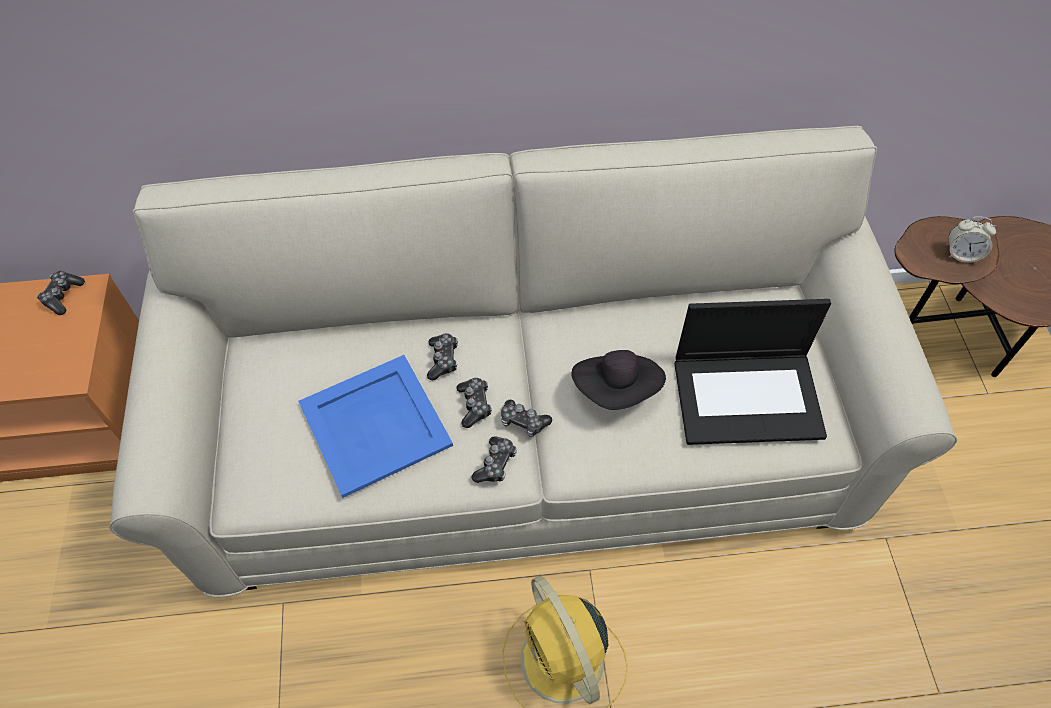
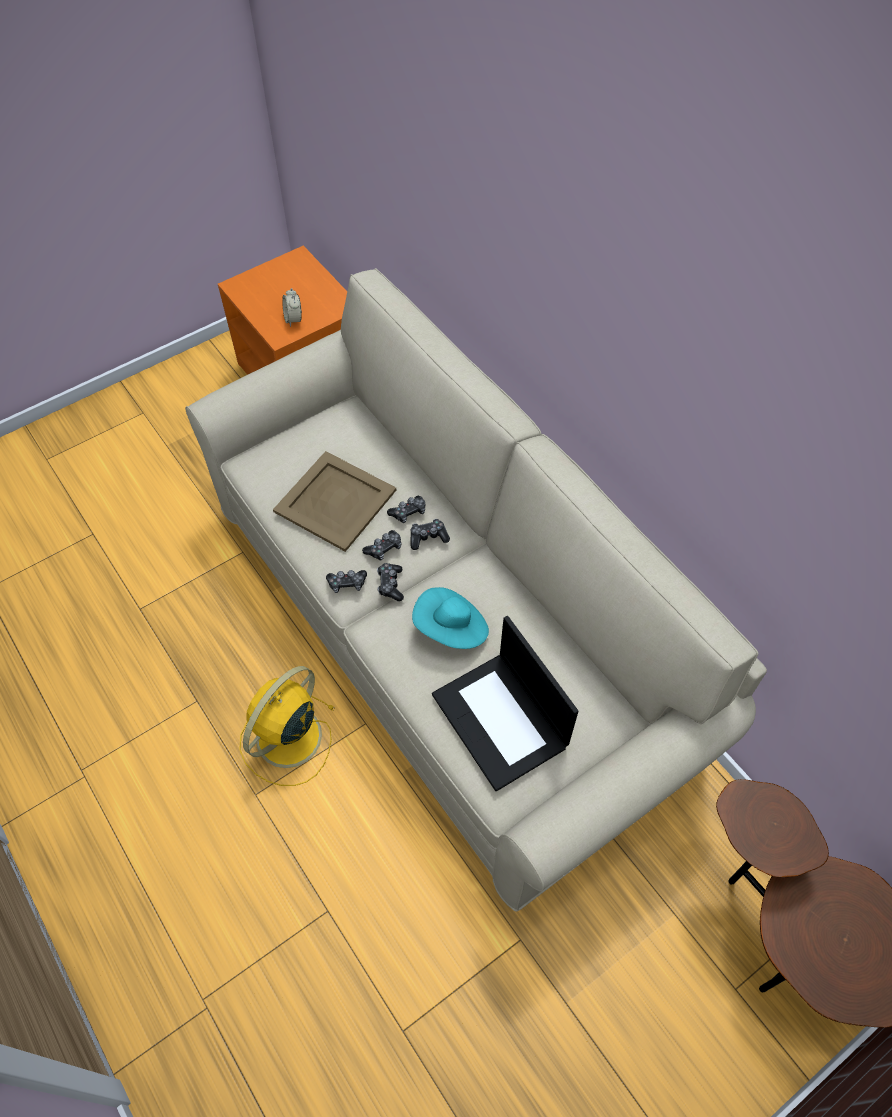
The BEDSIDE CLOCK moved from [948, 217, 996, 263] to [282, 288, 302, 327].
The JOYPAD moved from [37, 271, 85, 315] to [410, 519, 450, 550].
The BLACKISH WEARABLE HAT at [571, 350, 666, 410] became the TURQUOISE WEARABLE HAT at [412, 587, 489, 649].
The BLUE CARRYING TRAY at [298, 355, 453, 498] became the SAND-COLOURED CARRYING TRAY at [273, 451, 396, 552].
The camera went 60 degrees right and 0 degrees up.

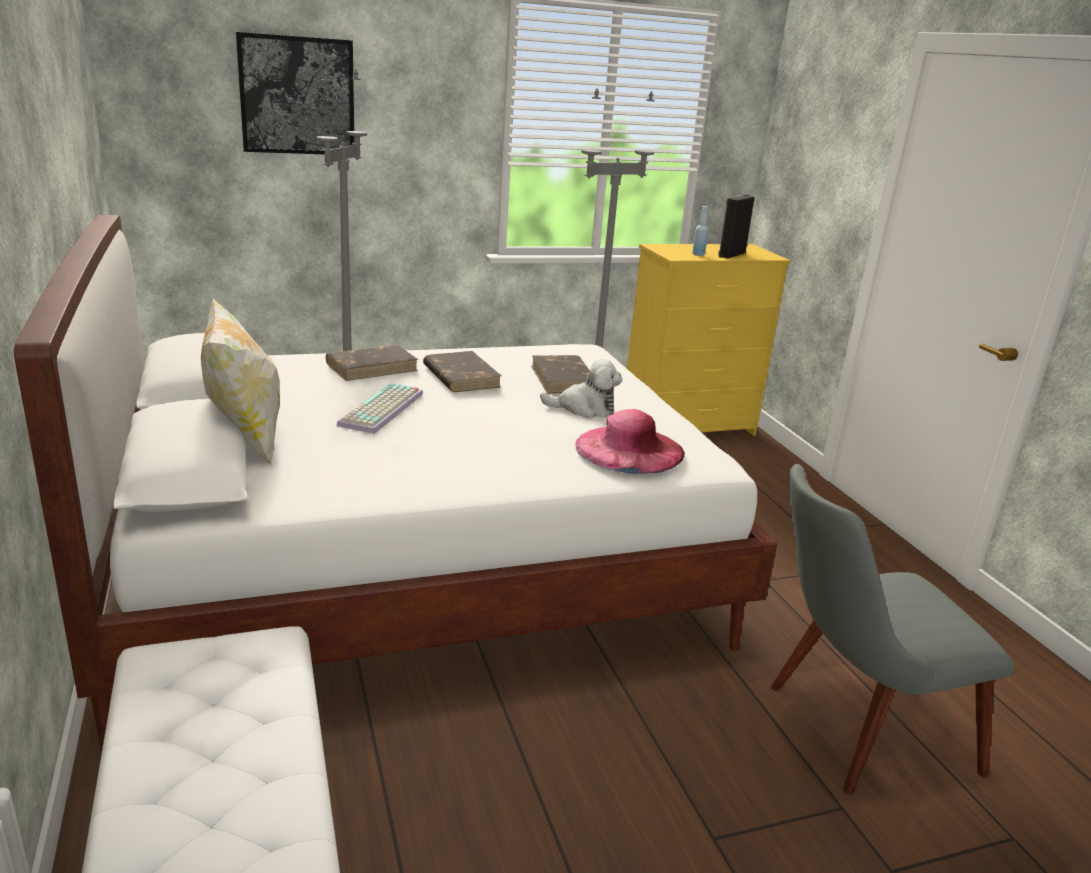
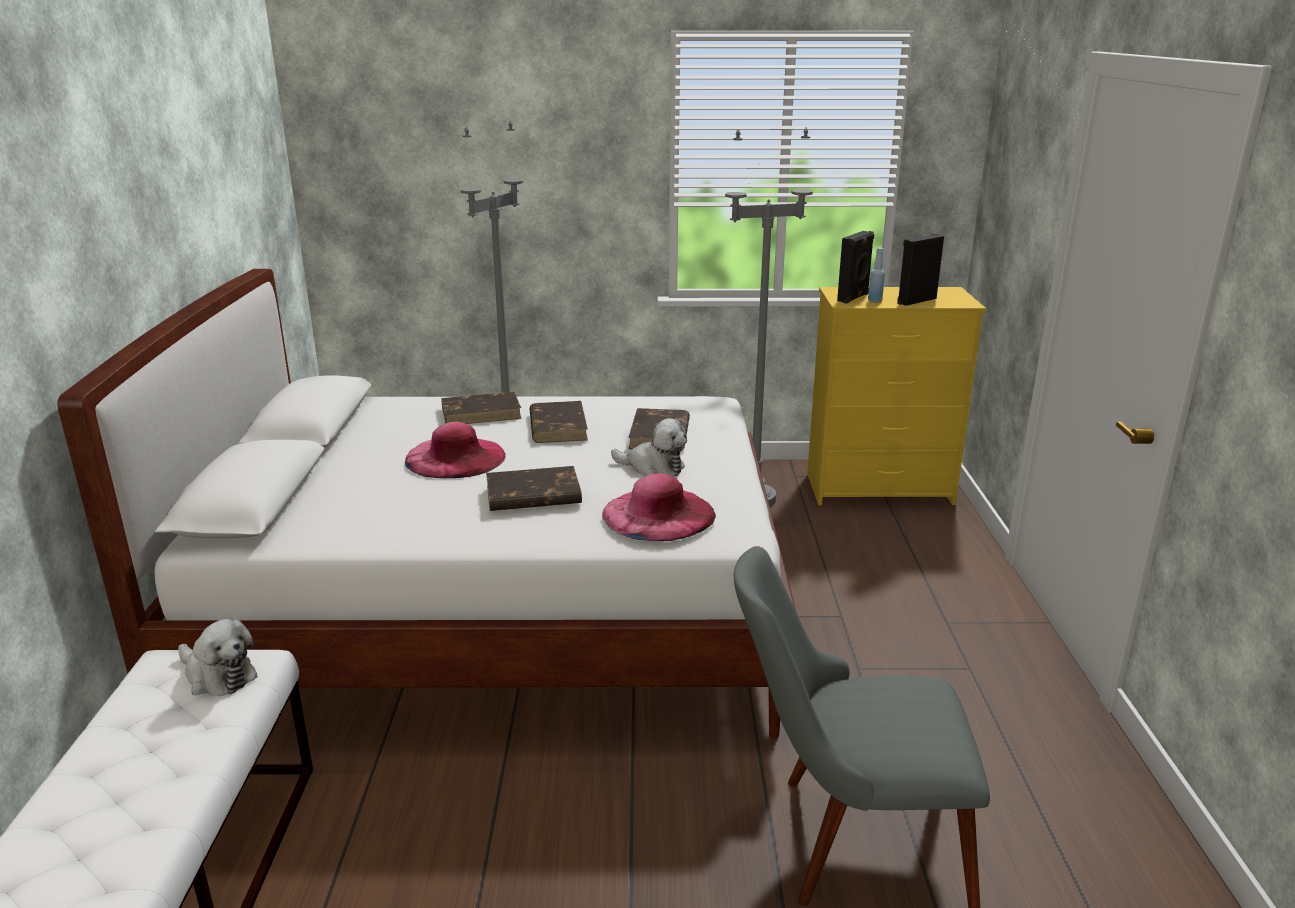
The WALL ART at [236, 32, 354, 154] disappeared.
The CUSHION at [201, 297, 280, 465] disappeared.
The KEYBOARD at [337, 383, 423, 434] was replaced by the PINKISH WEARABLE HAT at [405, 422, 506, 478].
The BLACKISH AUDIO SPEAKER at [837, 231, 874, 304] appeared.
The BROWNISH VOLUME at [486, 466, 582, 511] appeared.
The CUDDLY TOY at [178, 619, 258, 696] appeared.
The camera went 20 degrees right and 0 degrees up.

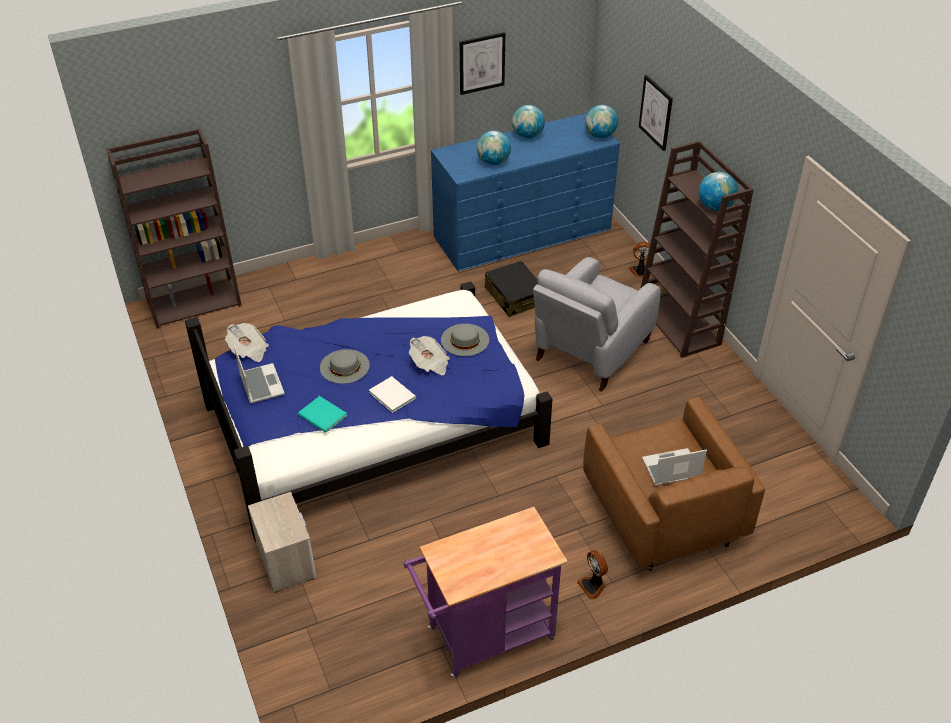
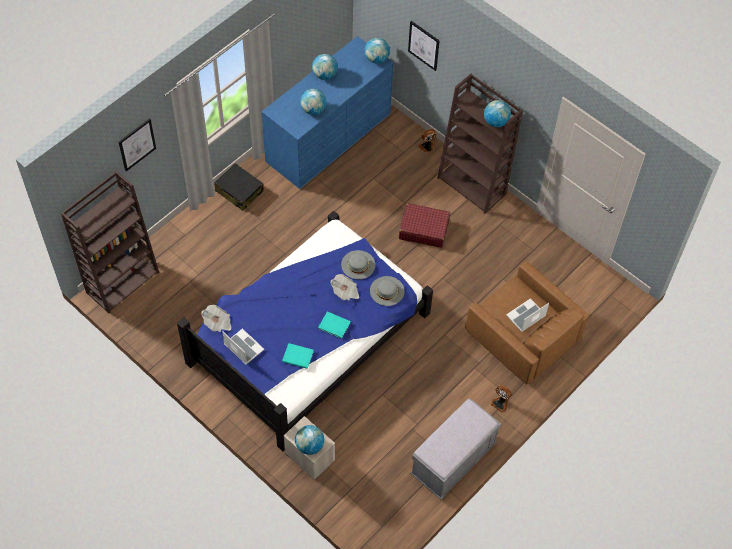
The WALL ART moved from [460, 32, 505, 95] to [119, 118, 156, 171].
The GREY EASY CHAIR at [533, 257, 661, 392] was replaced by the REDDISH PIECE OF LUGGAGE at [399, 204, 450, 248].
The BLACKISH PIECE OF LUGGAGE moved from [485, 261, 538, 317] to [214, 163, 264, 211].
The GREY WEARABLE HAT moved from [320, 349, 370, 384] to [370, 276, 405, 306].
The WHITE VOLUME at [369, 376, 416, 413] became the TURQUOISE VOLUME at [318, 311, 351, 339].
The PURPLE-COLOURED CART at [404, 507, 568, 678] was replaced by the GREY BENCH at [410, 398, 501, 500].
The WORLD GLOBE at [295, 425, 324, 455] appeared.
The camera went 25 degrees left and 15 degrees up.

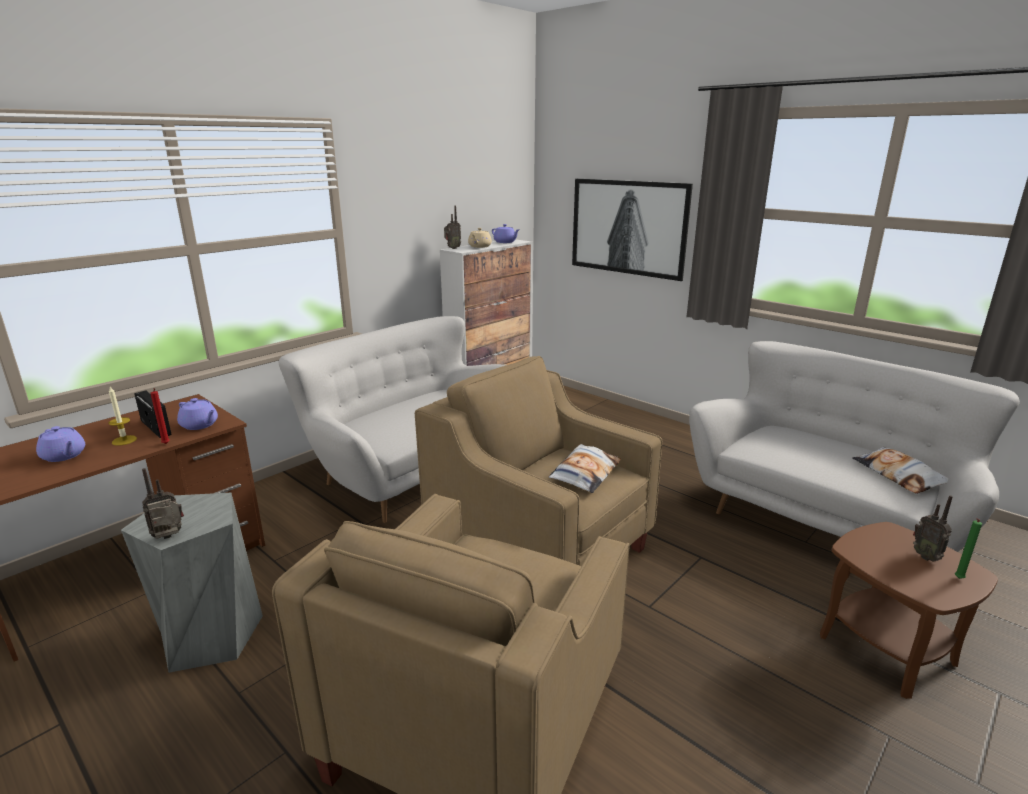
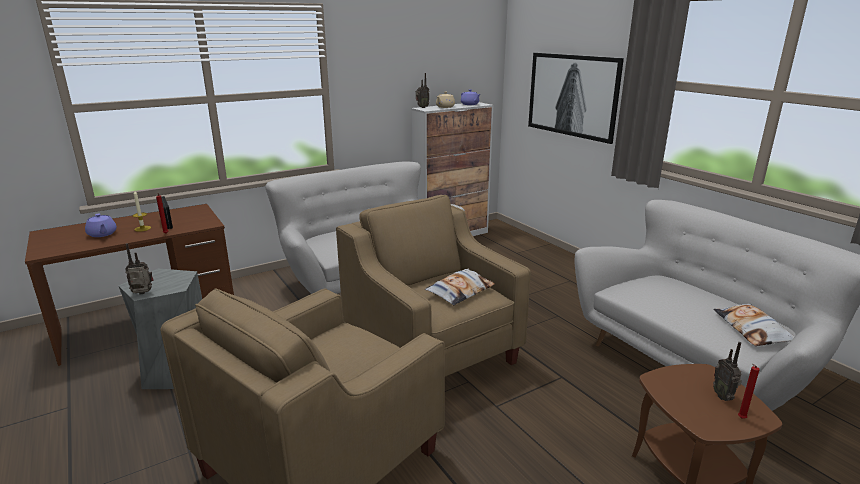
The PURPLE-COLOURED TEAPOT at [177, 398, 218, 430] disappeared.
The GREENISH WAX CANDLE at [955, 518, 982, 579] became the REDDISH WAX CANDLE at [738, 364, 759, 419].
The camera went 15 degrees right and 0 degrees up.

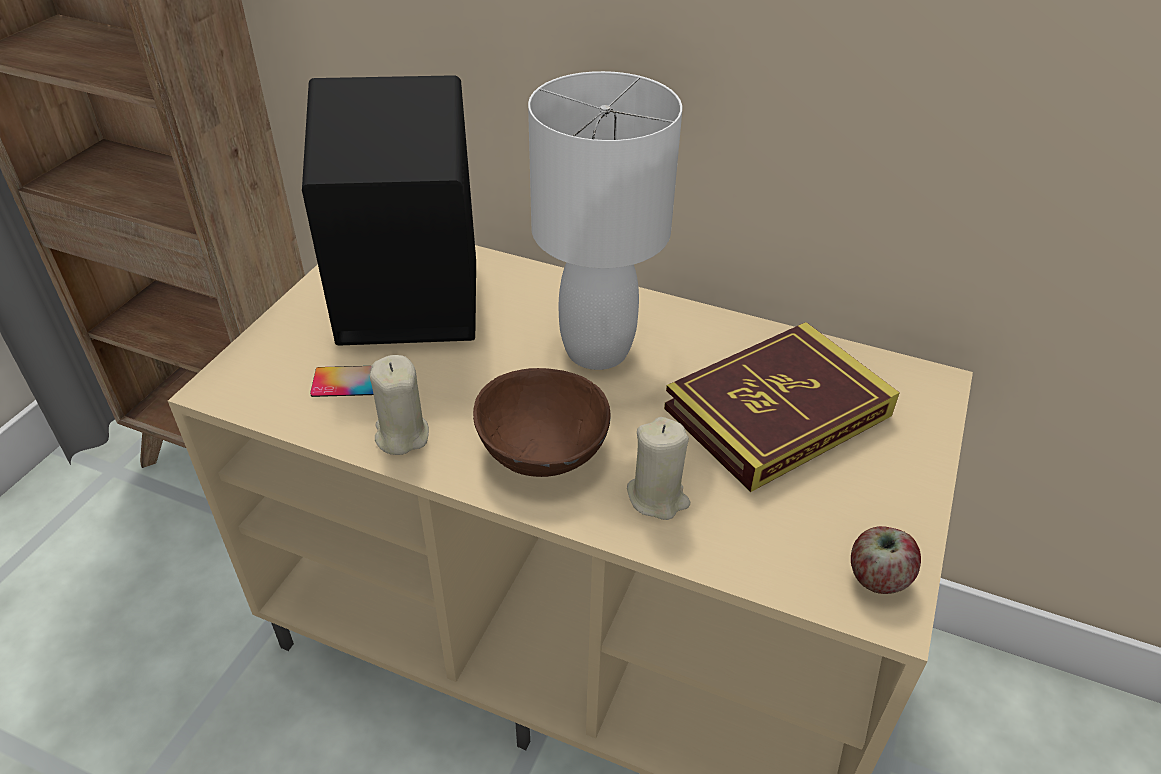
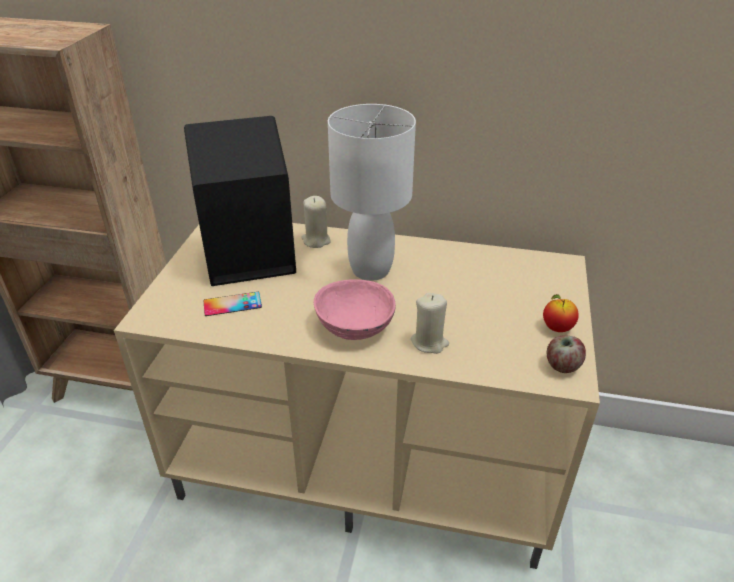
The VOLUME at [664, 322, 900, 492] disappeared.
The SAND-COLOURED WAX CANDLE moved from [370, 355, 429, 455] to [301, 196, 331, 248].
The BROWNISH SERVING BOWL at [473, 368, 611, 477] became the PINKISH SERVING BOWL at [314, 279, 396, 340].
The APPLE FRUIT at [543, 294, 579, 332] appeared.
The camera went 10 degrees left and 5 degrees down.

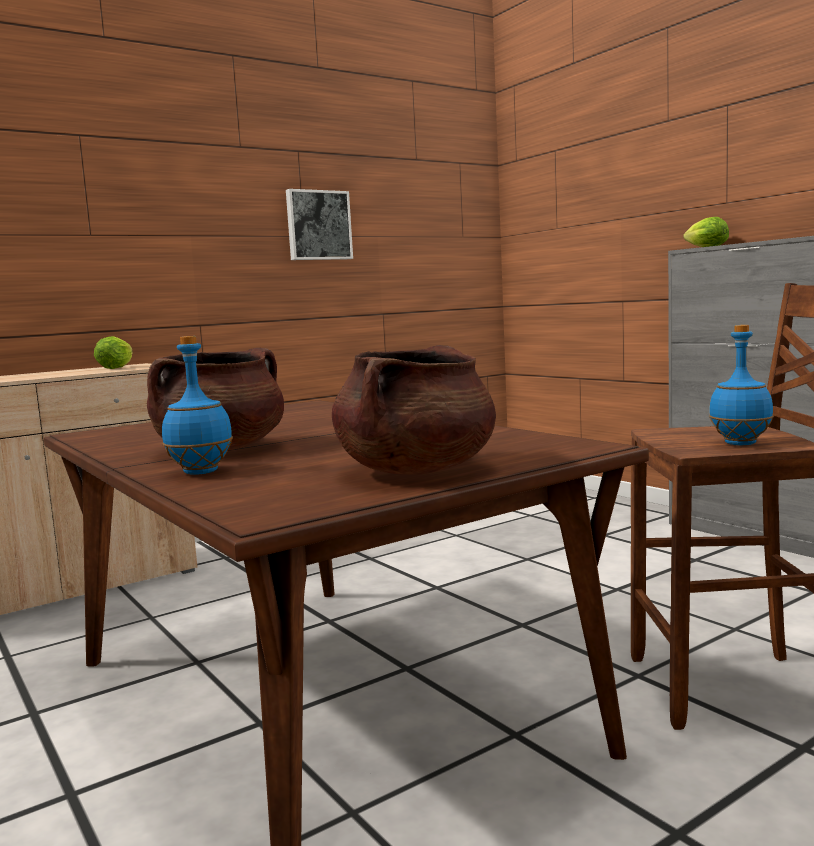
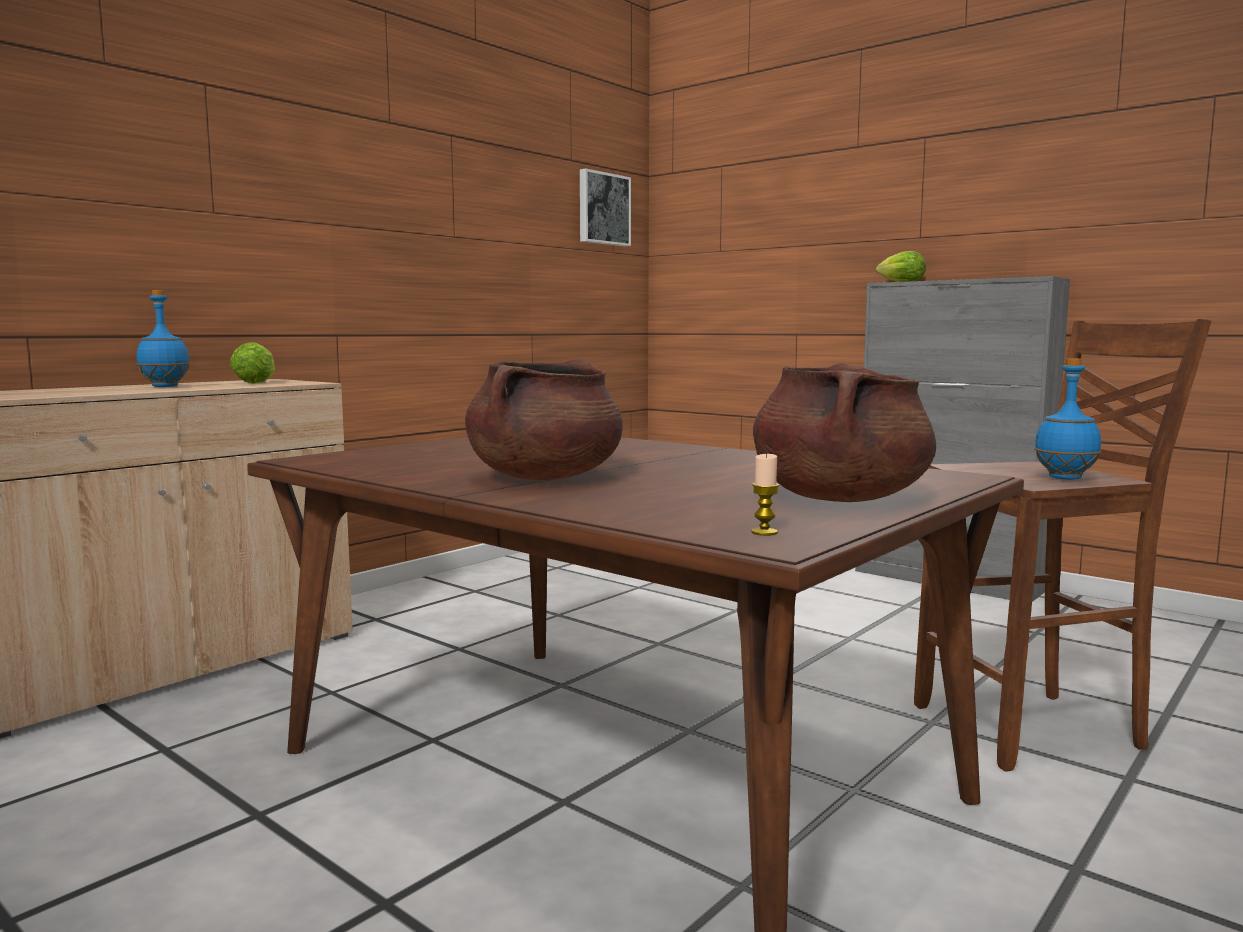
The WALL ART moved from [286, 189, 353, 260] to [580, 168, 631, 246].
The BLUE BEVERAGE BOTTLE moved from [162, 336, 233, 475] to [136, 290, 190, 387].
The WAX CANDLE at [751, 454, 779, 536] appeared.
The camera went 15 degrees left and 0 degrees up.

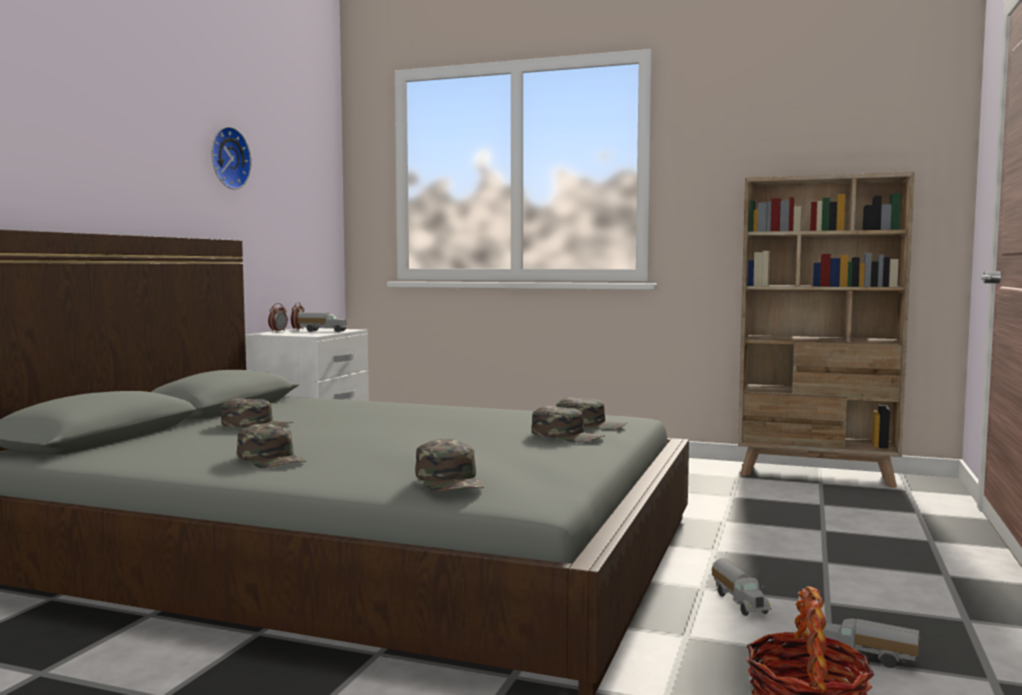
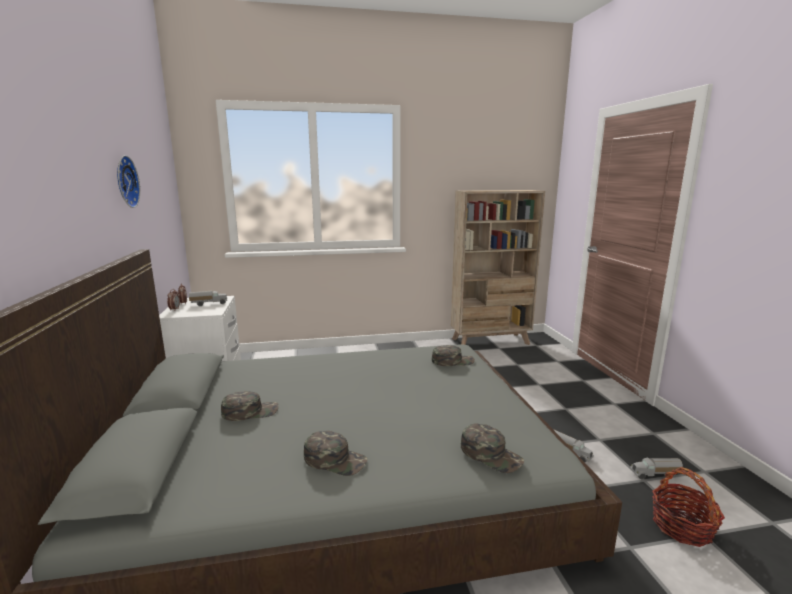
The GREENISH PEAKED CAP at [532, 406, 605, 443] disappeared.
The camera went 30 degrees left and 10 degrees up.

